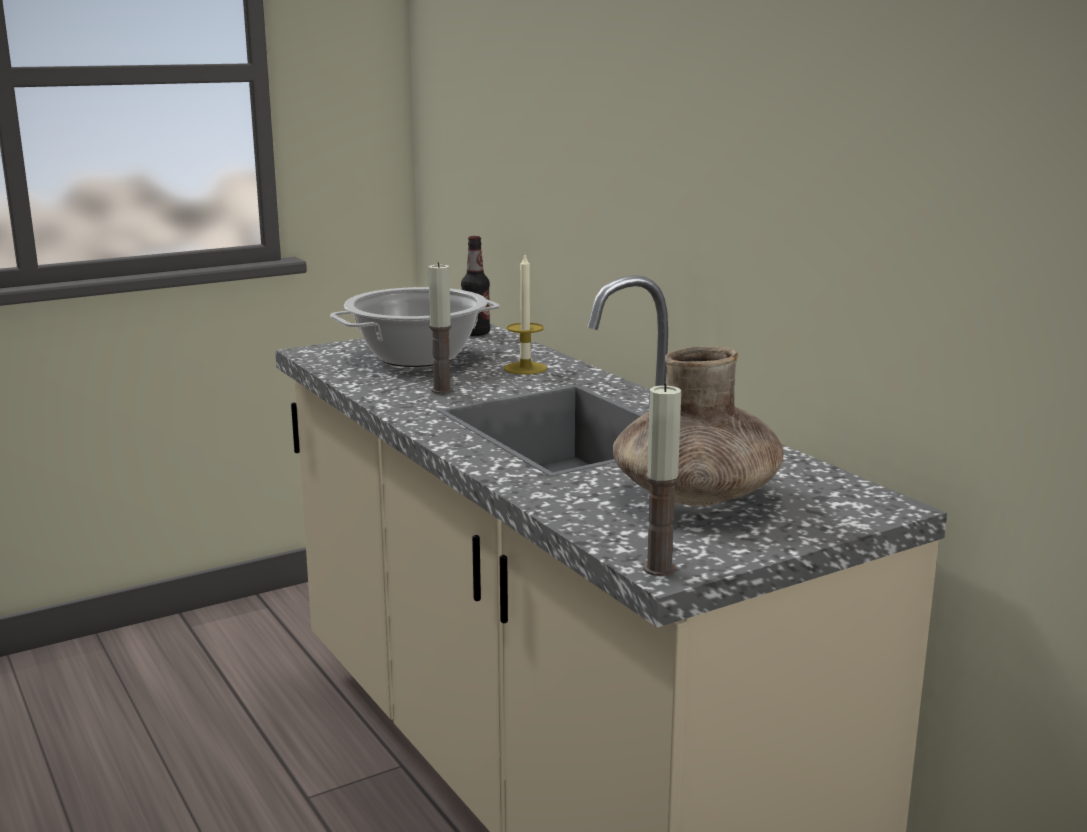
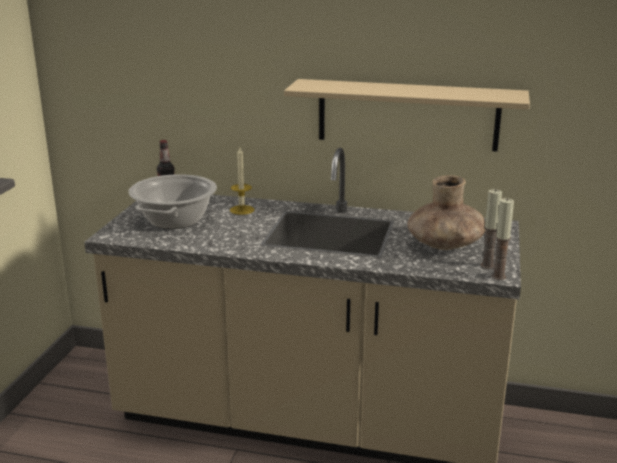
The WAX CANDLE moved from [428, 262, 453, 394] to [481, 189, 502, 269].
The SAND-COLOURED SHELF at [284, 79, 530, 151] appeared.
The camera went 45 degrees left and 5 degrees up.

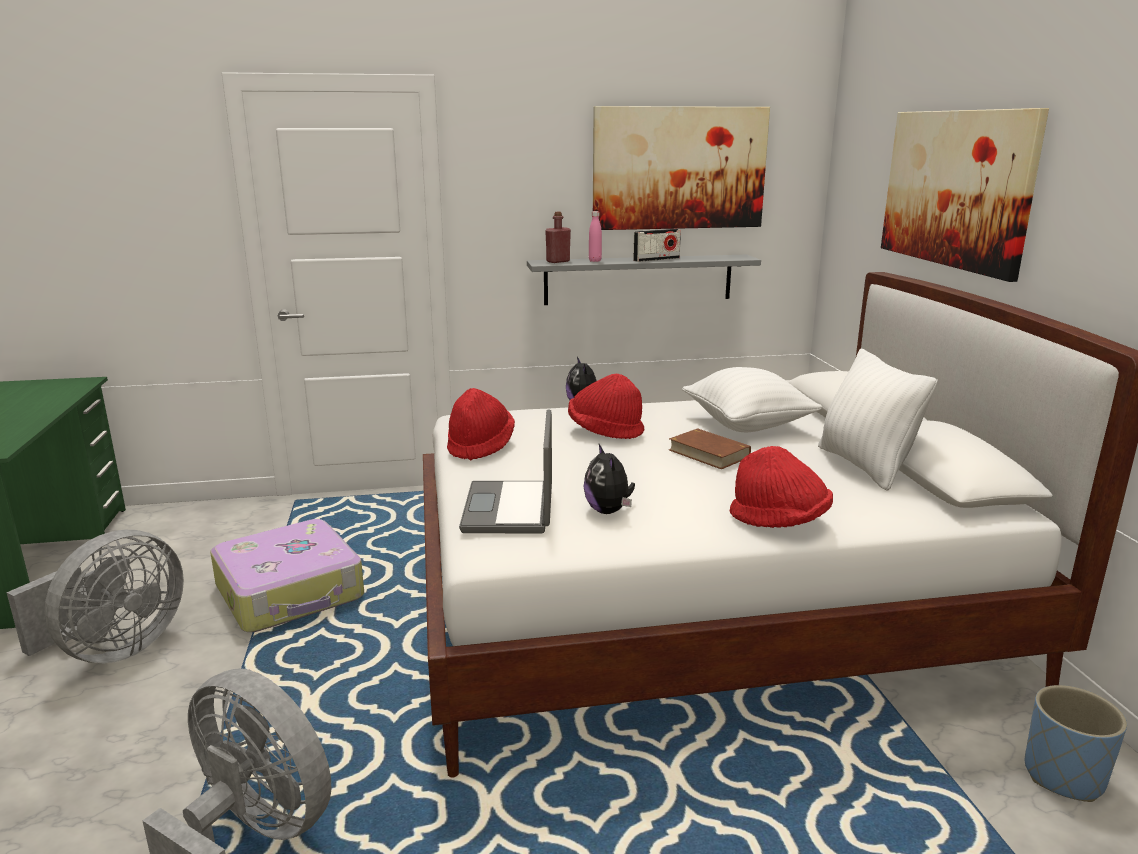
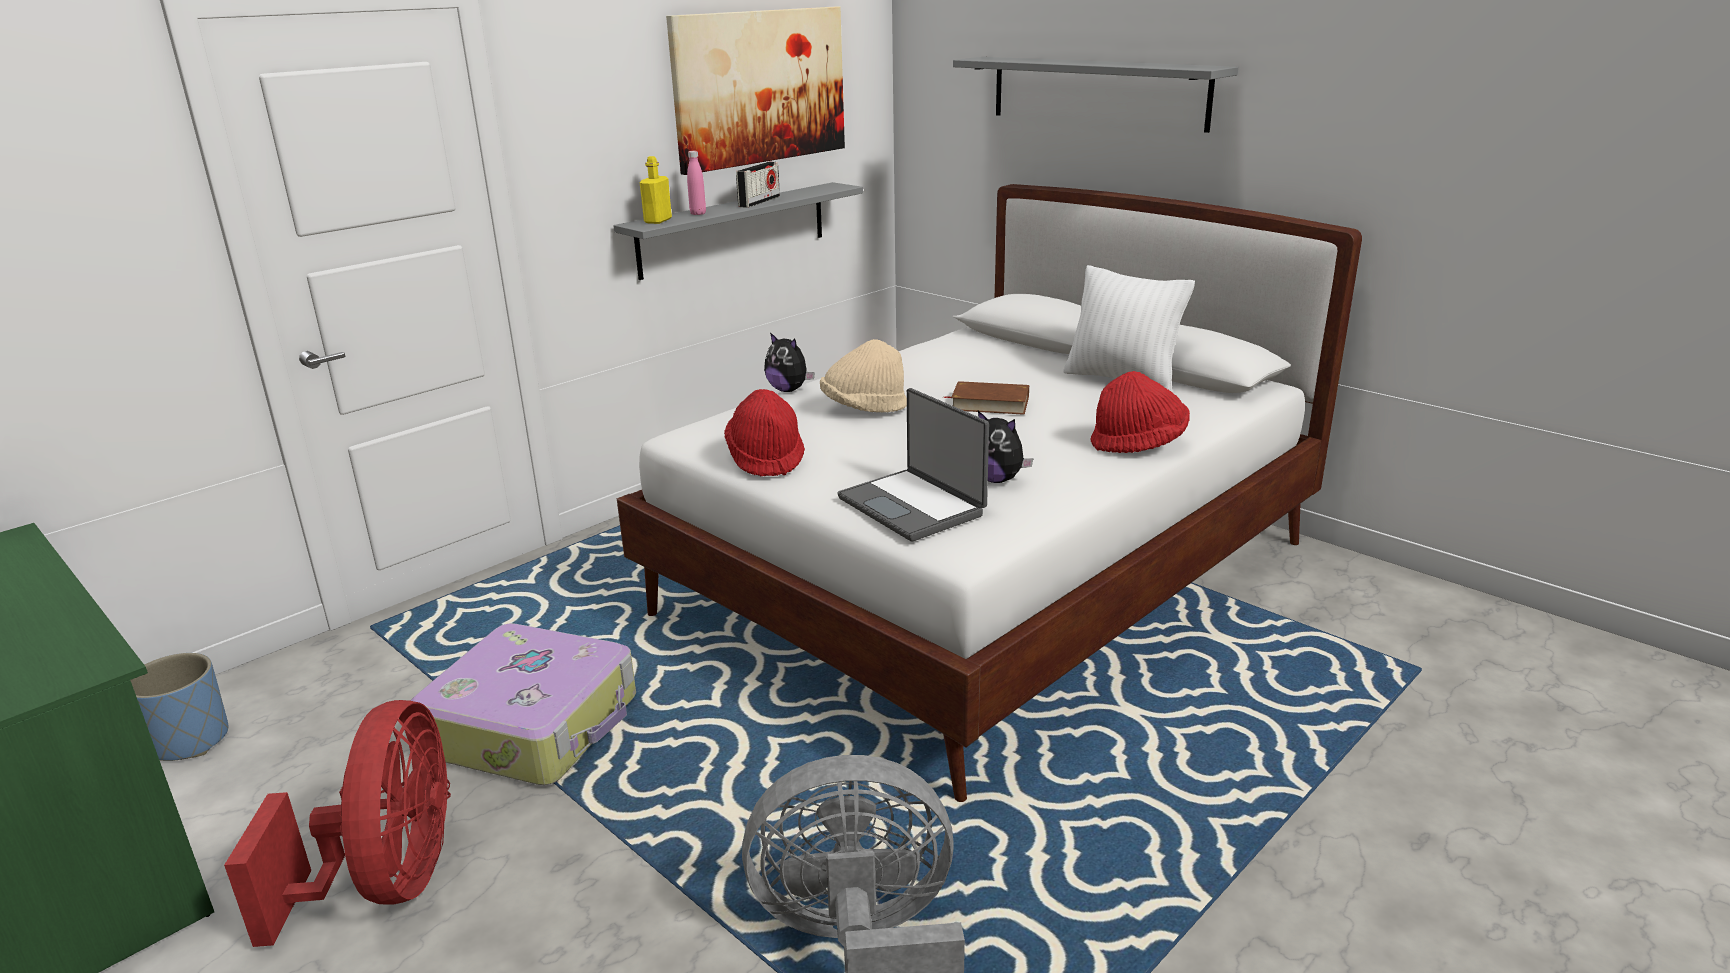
The WALL ART at [881, 108, 1049, 282] was replaced by the GREY SHELF at [953, 57, 1238, 133].
The REDDISH BEVERAGE BOTTLE at [545, 212, 571, 263] became the YELLOW-COLOURED BEVERAGE BOTTLE at [640, 156, 672, 224].
The WHITE CUSHION at [682, 367, 822, 432] disappeared.
The REDDISH WEARABLE HAT at [568, 374, 644, 439] became the SAND-COLOURED WEARABLE HAT at [820, 339, 907, 413].
The GREY COOLING FAN at [6, 530, 184, 663] became the REDDISH COOLING FAN at [224, 700, 451, 947].
The BLUE PLANTER moved from [1025, 685, 1127, 802] to [131, 653, 228, 761].
The camera went 35 degrees left and 5 degrees up.

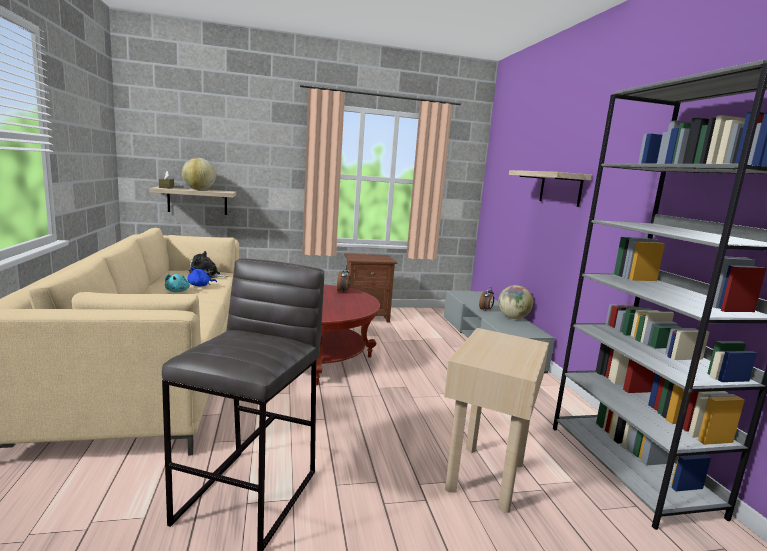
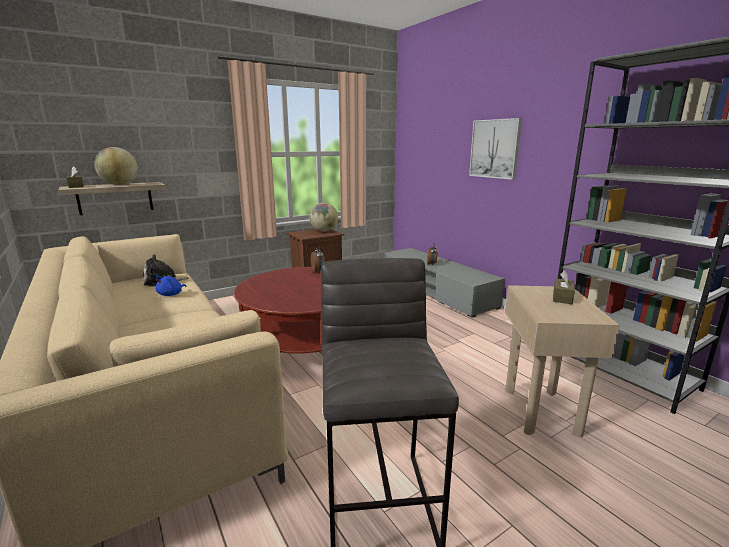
The SHELF at [509, 170, 592, 207] was replaced by the WALL ART at [469, 118, 522, 180].
The TURQUOISE CUDDLY TOY at [165, 274, 190, 292] disappeared.
The WORLD GLOBE moved from [498, 285, 533, 319] to [309, 203, 338, 232].
The BROWNISH TISSUE HOLDER at [553, 271, 575, 304] appeared.
The camera went 20 degrees left and 5 degrees up.

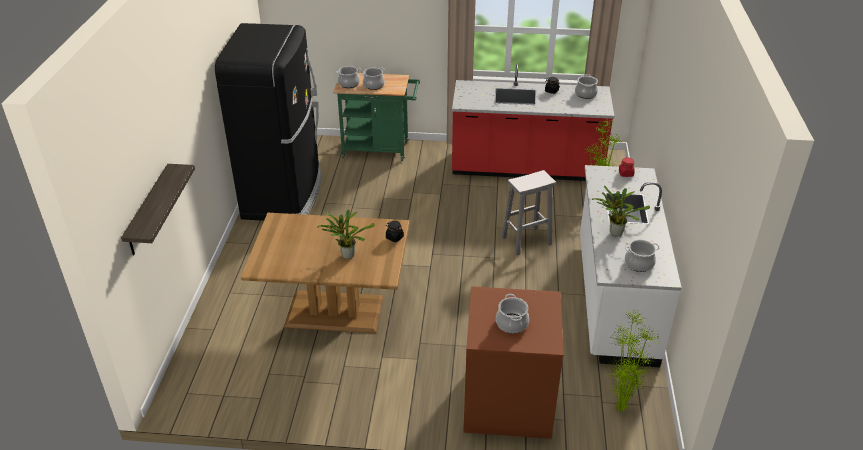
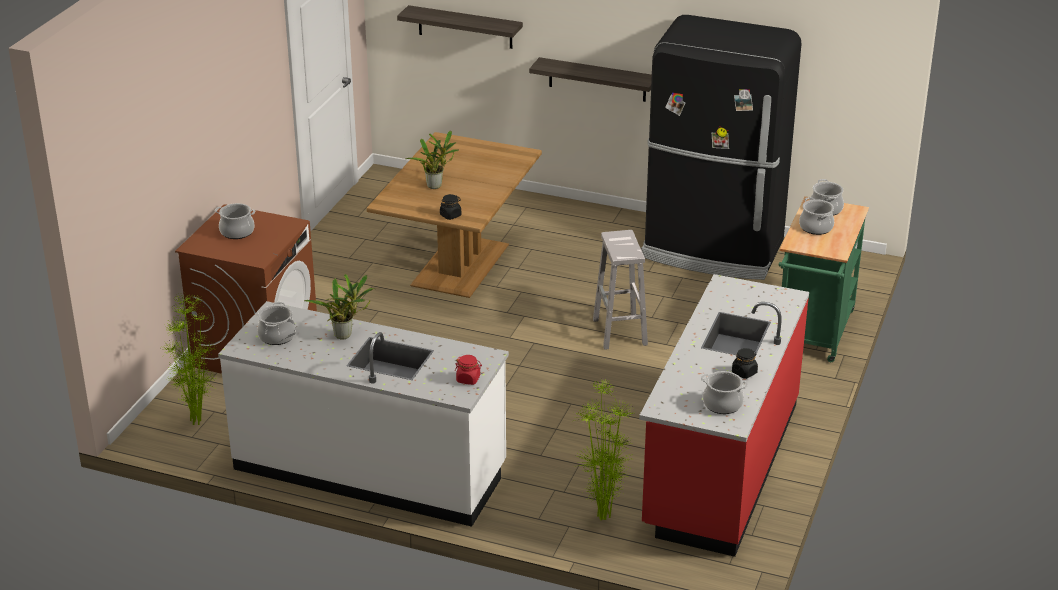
The WHITE STOOL moved from [502, 170, 556, 255] to [593, 230, 648, 350].
The SHELF at [529, 57, 652, 102] appeared.
The camera went 105 degrees right and 5 degrees down.

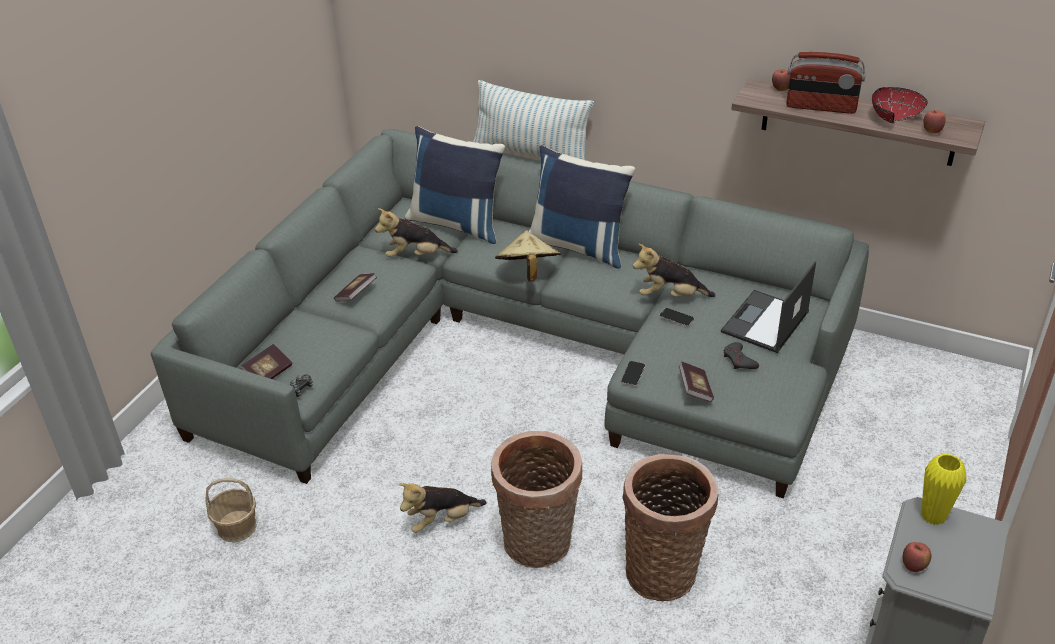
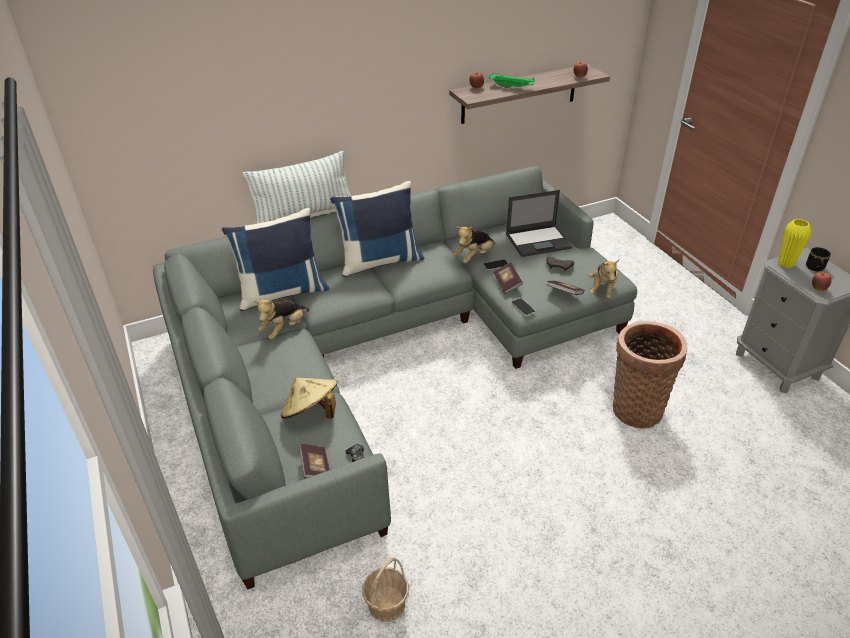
The RADIO at [787, 52, 866, 114] was replaced by the GREENISH CARRYING TRAY at [489, 73, 535, 88].
The REDDISH SERVING BOWL at [872, 87, 928, 124] disappeared.
The SAND-COLOURED WEARABLE HAT moved from [495, 230, 561, 282] to [281, 377, 337, 419].
The LAPTOP at [721, 261, 816, 353] turned 90 degrees counterclockwise.
The VOLUME moved from [334, 273, 377, 302] to [494, 262, 523, 294].
The HOUSEHOLD BASKET at [491, 431, 582, 568] disappeared.
The CUDDLY TOY moved from [399, 483, 487, 533] to [588, 260, 619, 299].
The BLACKISH COFFEE MUG at [806, 247, 831, 271] appeared.
The camera went 50 degrees left and 0 degrees up.

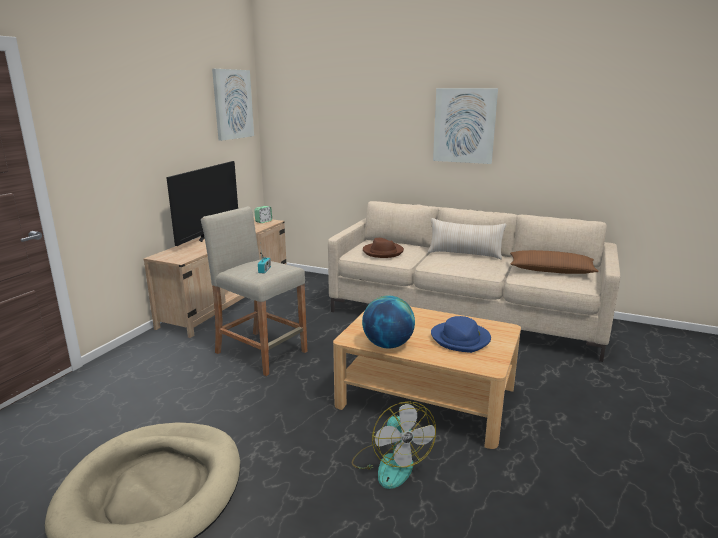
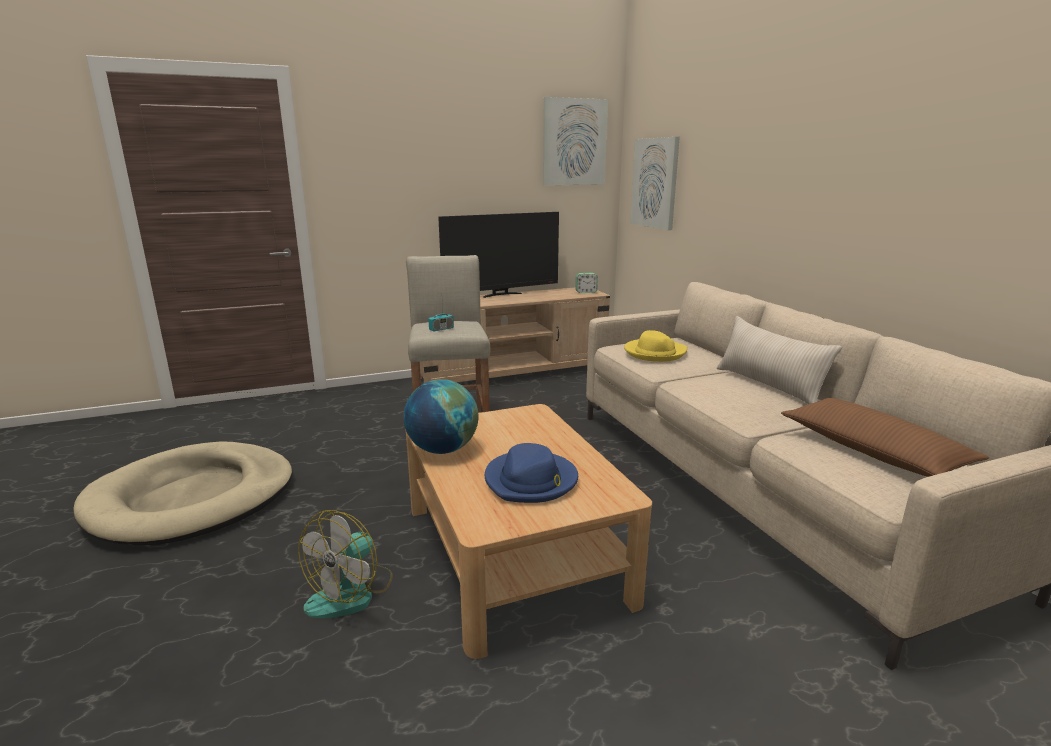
The WALL ART moved from [433, 88, 498, 164] to [630, 137, 680, 230].
The BROWNISH WEARABLE HAT at [363, 238, 404, 258] became the YELLOW-COLOURED WEARABLE HAT at [624, 330, 687, 362].
The camera went 45 degrees right and 0 degrees up.

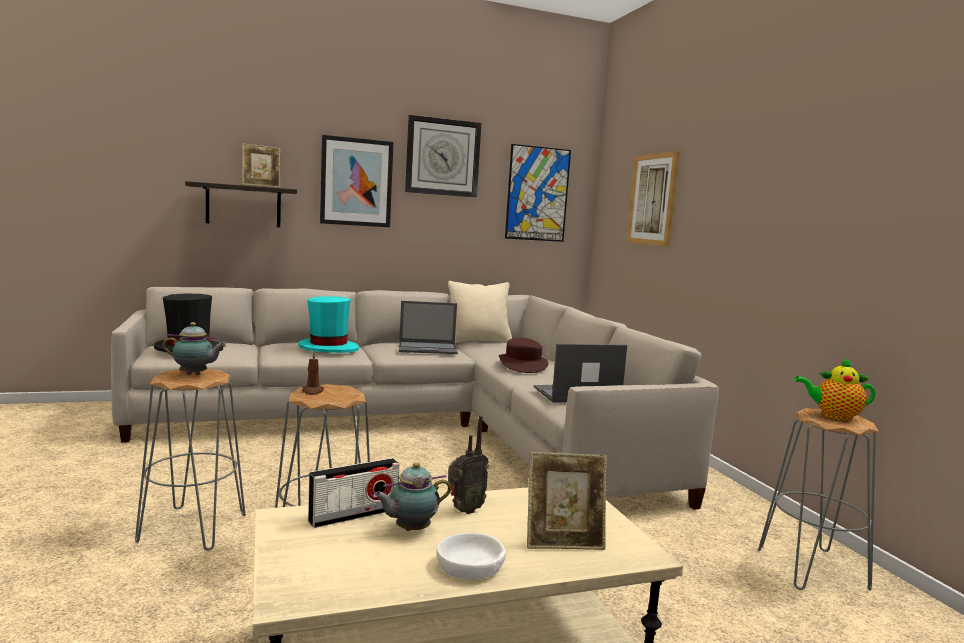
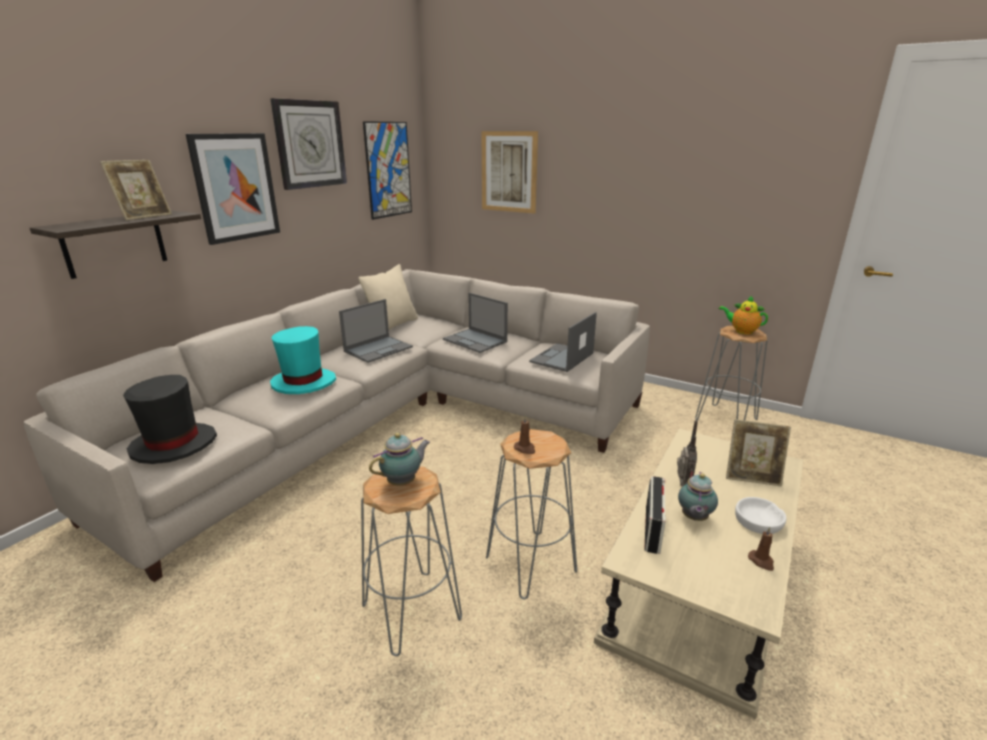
The BROWNISH WEARABLE HAT at [499, 338, 548, 373] was replaced by the LAPTOP at [443, 293, 508, 353].
The TEAPOT at [794, 357, 876, 421] turned 60 degrees clockwise.
The PHOTO FRAME at [527, 452, 607, 550] turned 60 degrees clockwise.
The BROWNISH WAX CANDLE at [748, 527, 774, 571] appeared.
The camera went 40 degrees left and 15 degrees up.

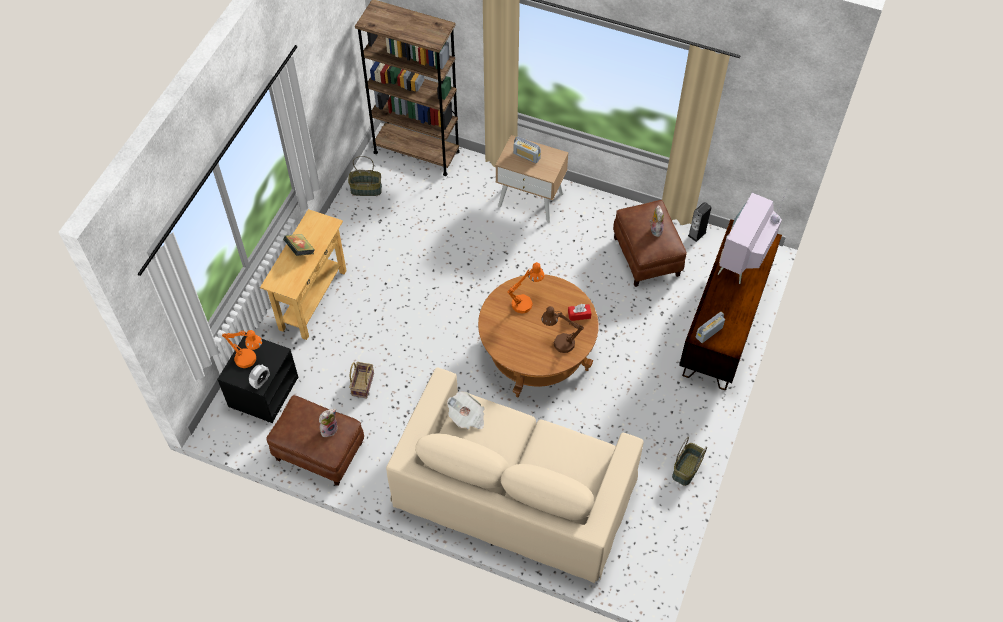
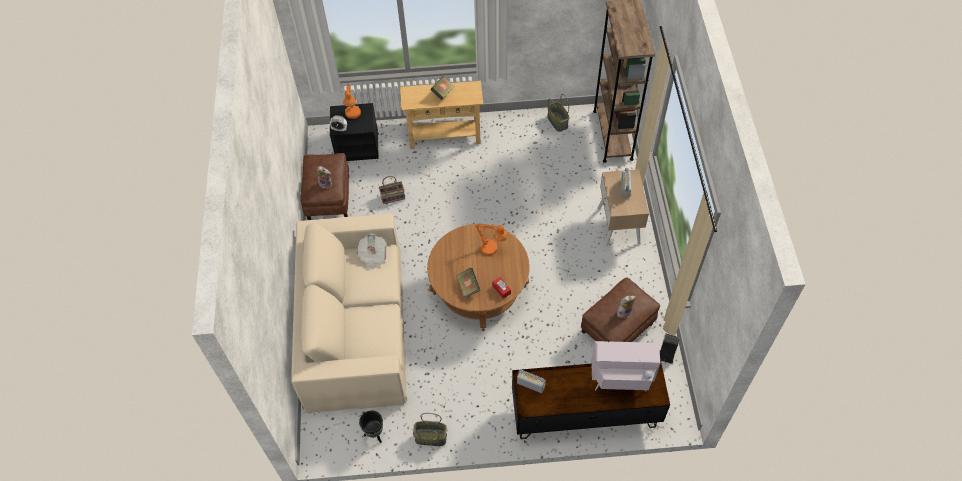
The BROWNISH LAMP FOR A TABLE at [541, 306, 584, 353] was replaced by the VOLUME at [456, 268, 480, 298].
The BLACKISH PLANTER at [359, 411, 383, 443] appeared.
The camera went 65 degrees right and 0 degrees up.

